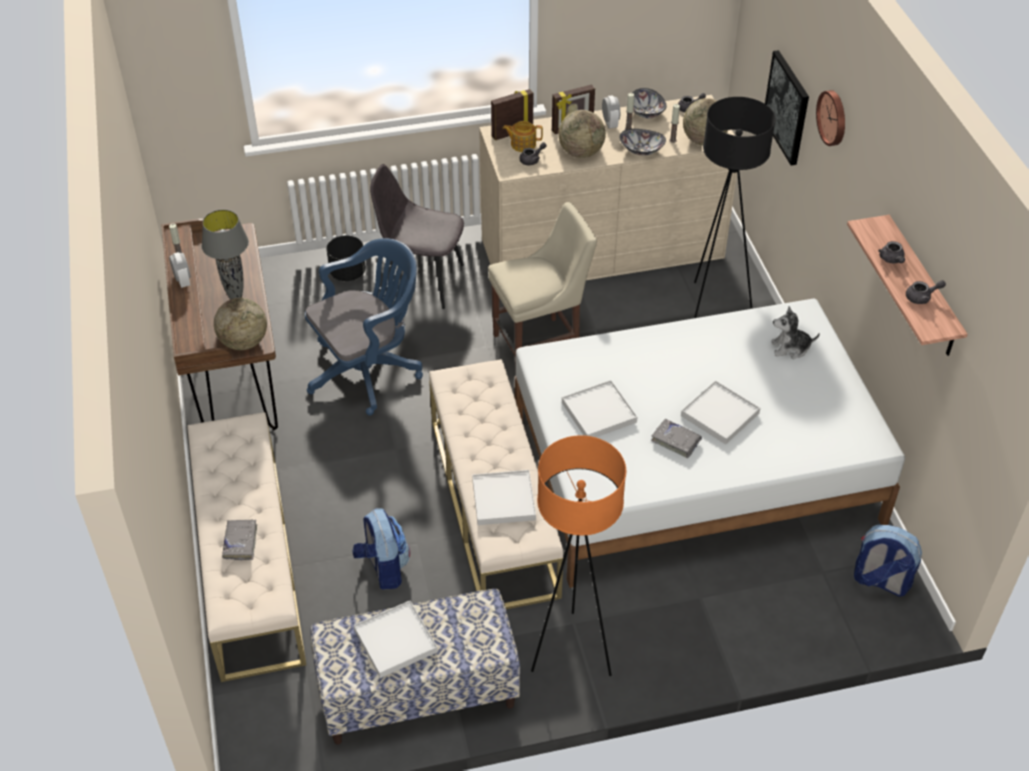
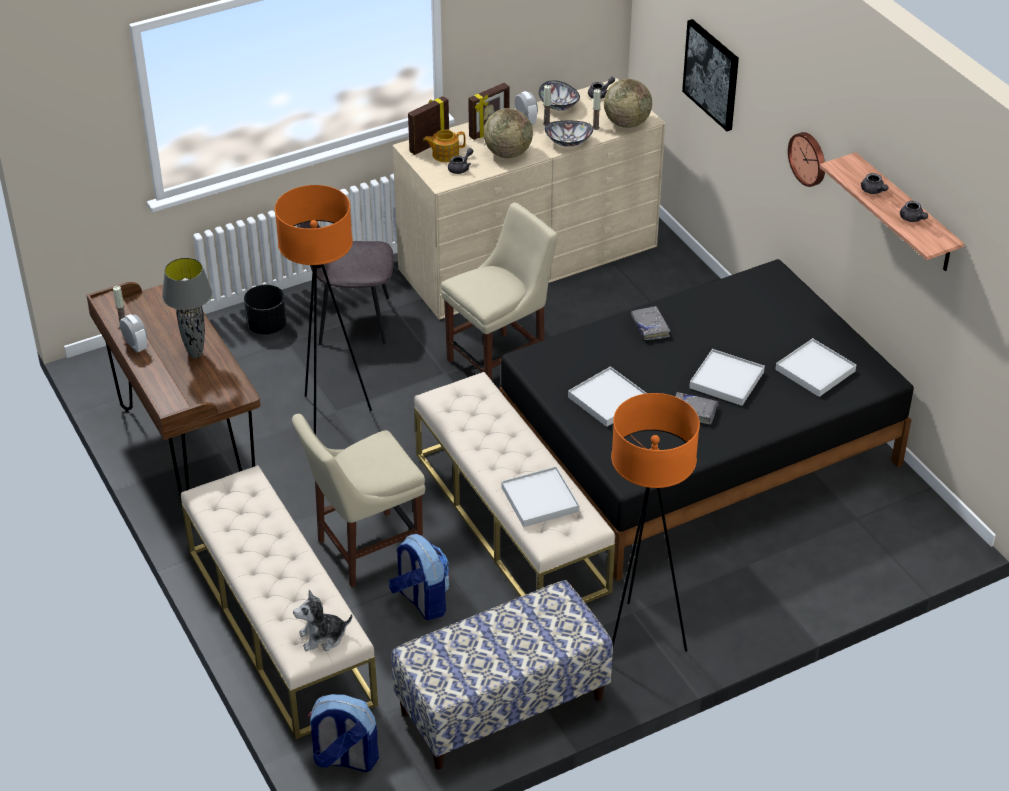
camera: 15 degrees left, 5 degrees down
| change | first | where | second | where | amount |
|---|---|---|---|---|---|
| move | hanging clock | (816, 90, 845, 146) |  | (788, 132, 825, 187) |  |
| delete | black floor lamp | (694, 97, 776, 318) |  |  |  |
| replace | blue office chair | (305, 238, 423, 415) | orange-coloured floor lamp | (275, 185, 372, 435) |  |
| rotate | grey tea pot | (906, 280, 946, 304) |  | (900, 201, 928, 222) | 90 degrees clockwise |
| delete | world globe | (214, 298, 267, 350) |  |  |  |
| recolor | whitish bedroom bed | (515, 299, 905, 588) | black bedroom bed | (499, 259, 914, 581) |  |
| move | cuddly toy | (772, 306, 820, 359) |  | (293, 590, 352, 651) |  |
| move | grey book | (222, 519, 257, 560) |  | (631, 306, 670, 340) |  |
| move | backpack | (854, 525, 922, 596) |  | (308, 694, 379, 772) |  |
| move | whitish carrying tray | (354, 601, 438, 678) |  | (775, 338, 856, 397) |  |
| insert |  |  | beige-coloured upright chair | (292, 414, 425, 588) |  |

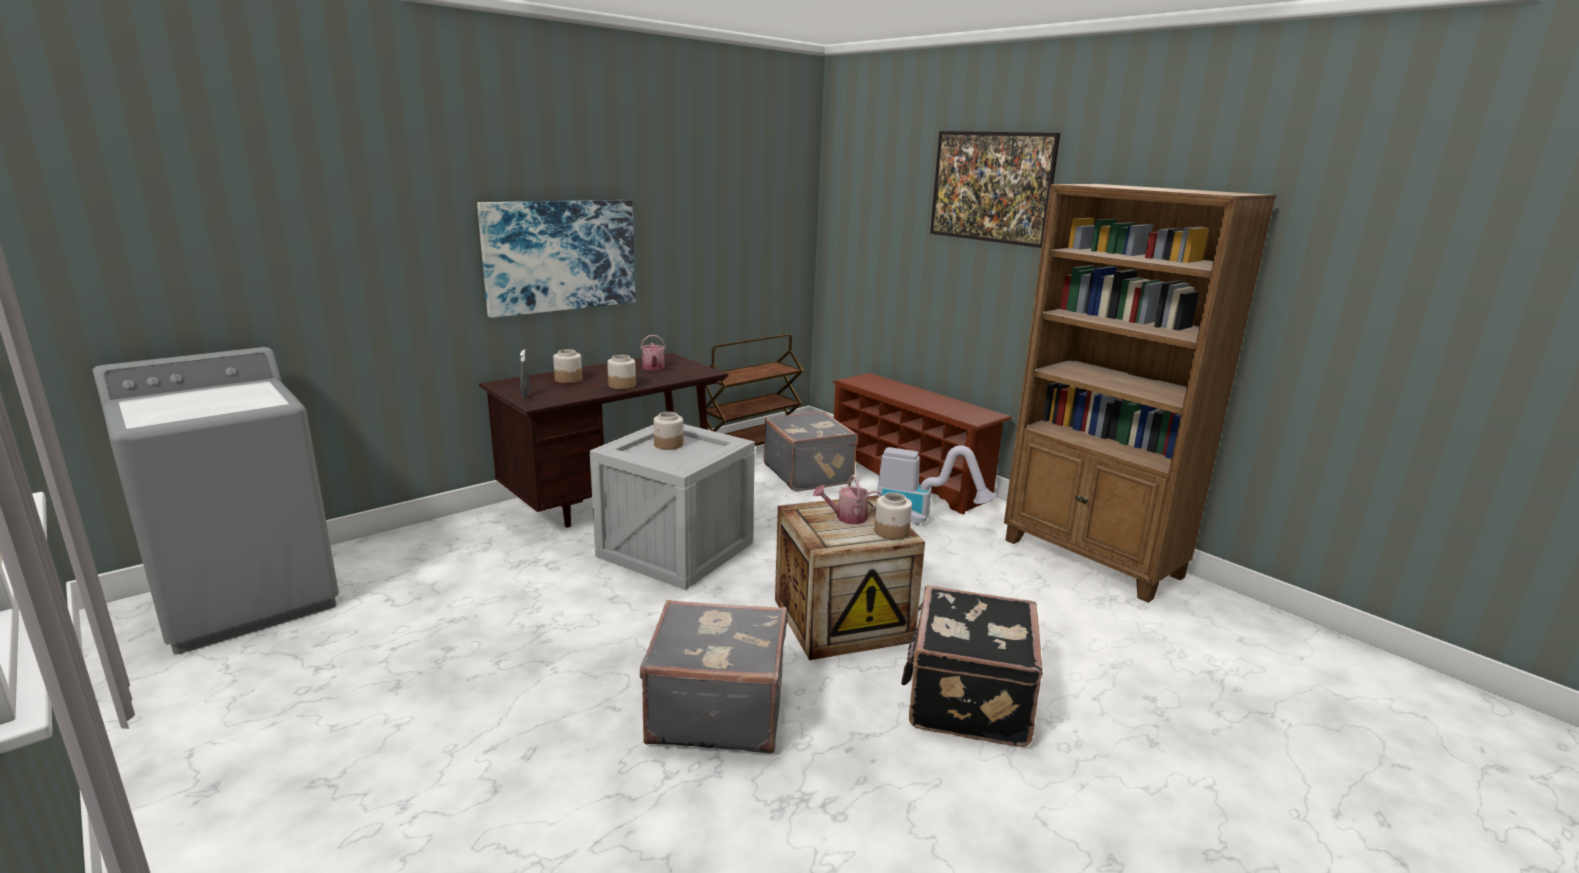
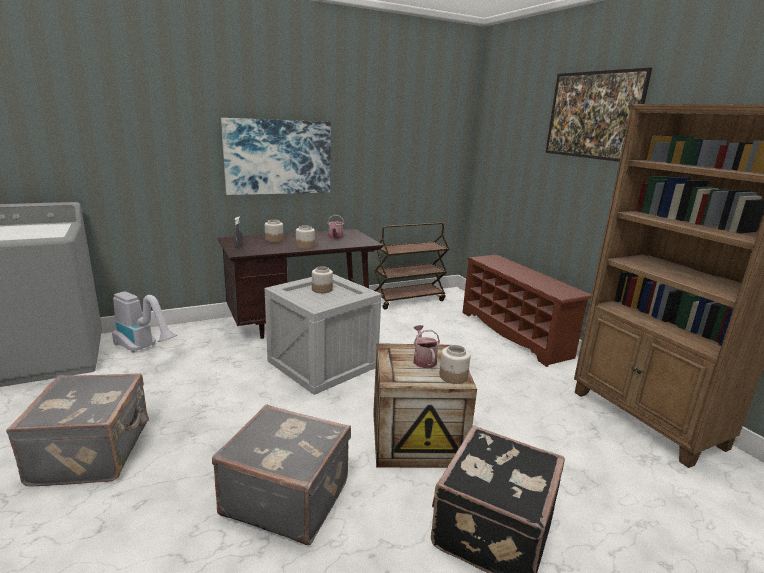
camera: 15 degrees right, 0 degrees up
| change | first | where | second | where | amount |
|---|---|---|---|---|---|
| move | grey piece of luggage | (764, 411, 858, 491) |  | (6, 373, 149, 486) |  |
| move | hoover | (877, 445, 996, 526) |  | (112, 291, 177, 353) |  |
| rotate | sprinkling can | (813, 475, 882, 525) |  | (414, 325, 440, 368) | 75 degrees clockwise |

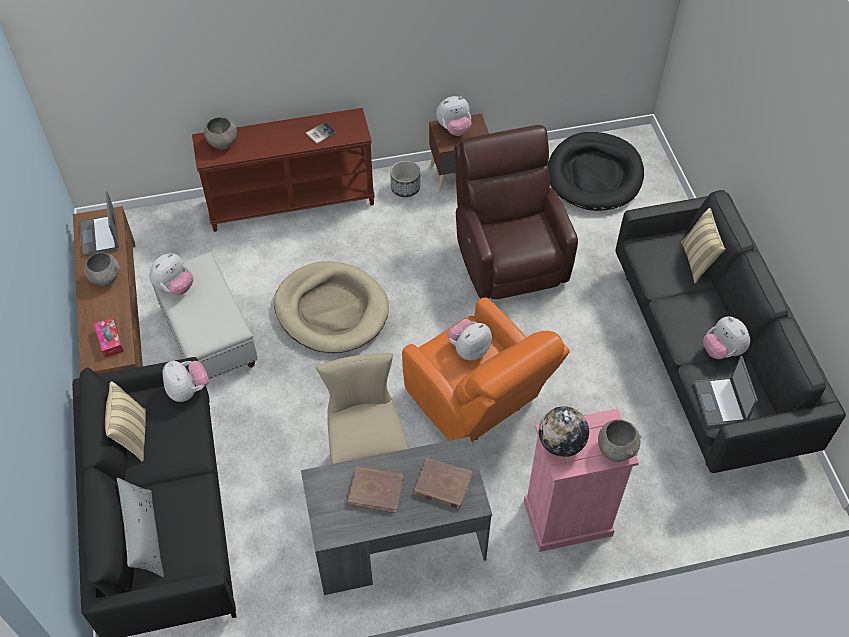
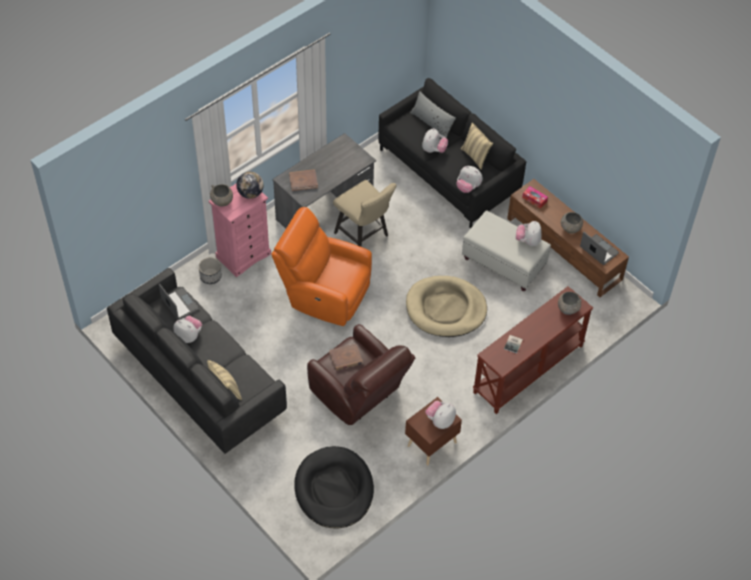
camera: 150 degrees right, 0 degrees up
| change | first | where | second | where | amount |
|---|---|---|---|---|---|
| move | flower pot | (390, 161, 420, 197) |  | (199, 257, 222, 284) |  |
| move | cuddly toy | (447, 319, 492, 360) |  | (422, 128, 448, 153) |  |
| move | brown book | (348, 467, 403, 513) |  | (329, 343, 363, 371) |  |

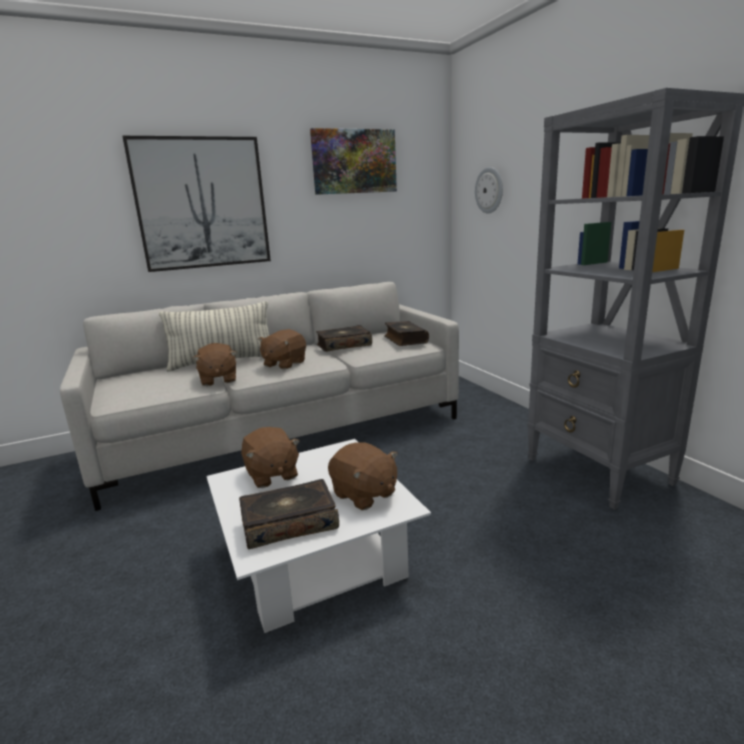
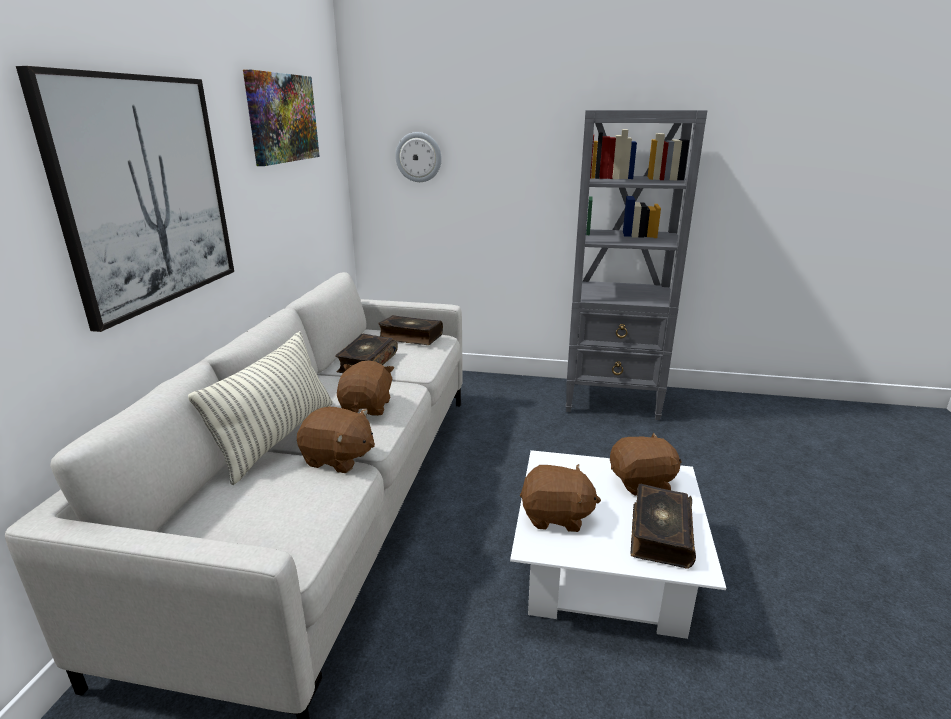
camera: 55 degrees left, 5 degrees up
| change | first | where | second | where | amount |
|---|---|---|---|---|---|
| rotate | brown cuddly toy | (258, 329, 306, 369) |  | (337, 361, 394, 416) | 150 degrees counterclockwise |

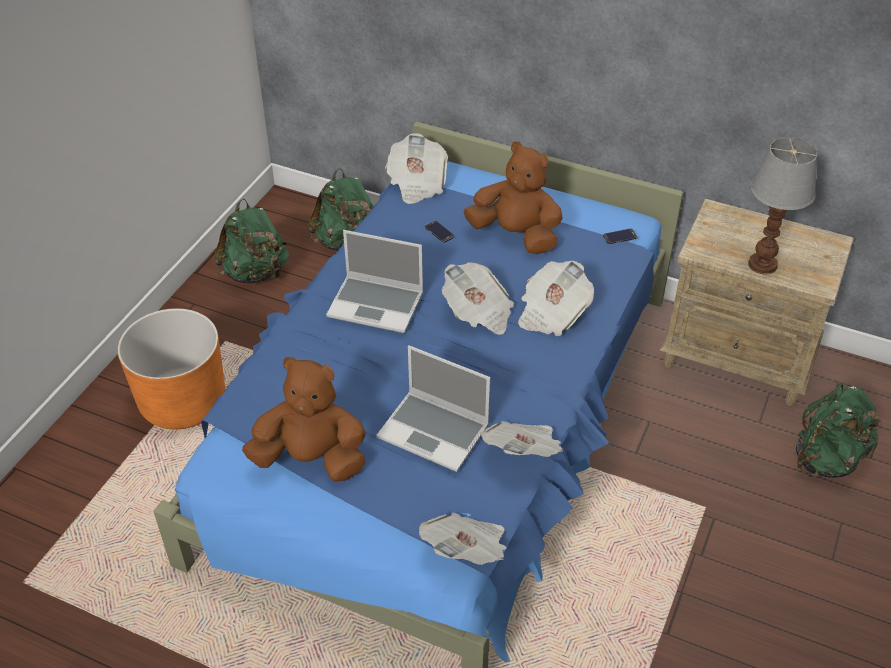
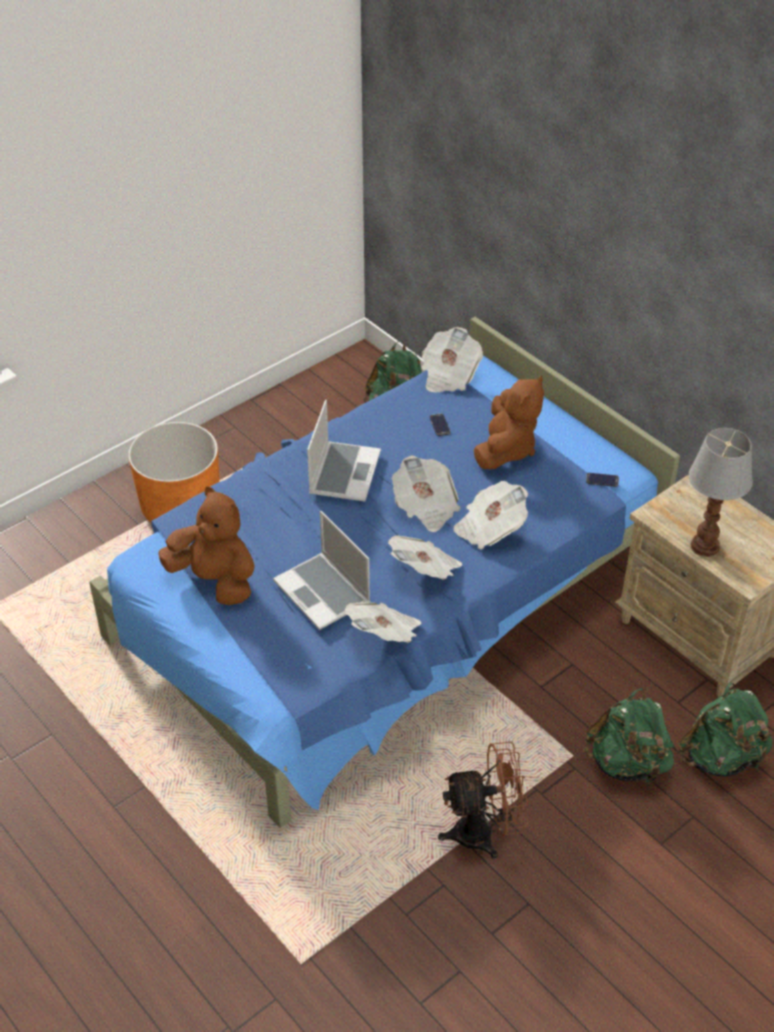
camera: 25 degrees right, 0 degrees up
| change | first | where | second | where | amount |
|---|---|---|---|---|---|
| rotate | brown cuddly toy | (463, 141, 563, 254) |  | (474, 375, 544, 469) | 60 degrees clockwise |
| move | green-coloured backpack | (214, 199, 289, 283) |  | (584, 688, 676, 786) |  |
| rotate | notebook computer | (326, 230, 423, 333) |  | (307, 400, 381, 501) | 120 degrees counterclockwise |
| move | printed paper | (419, 512, 507, 565) |  | (388, 535, 463, 580) |  |
| insert |  |  | brown cooling fan | (438, 742, 528, 860) |  |

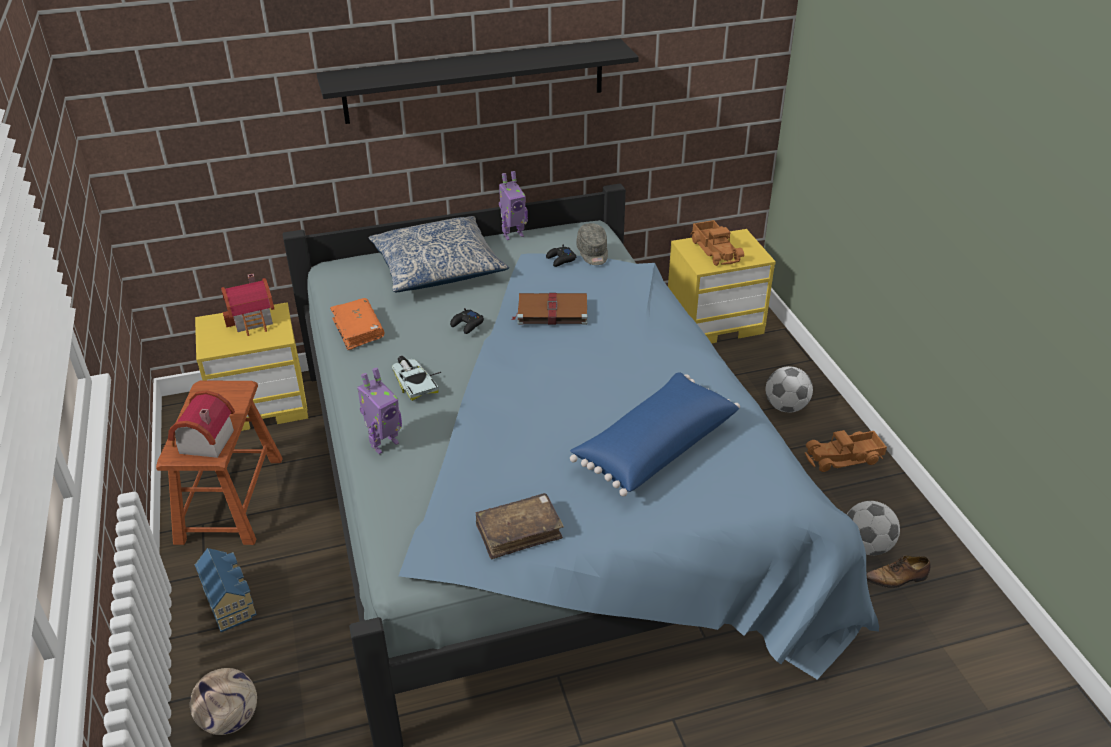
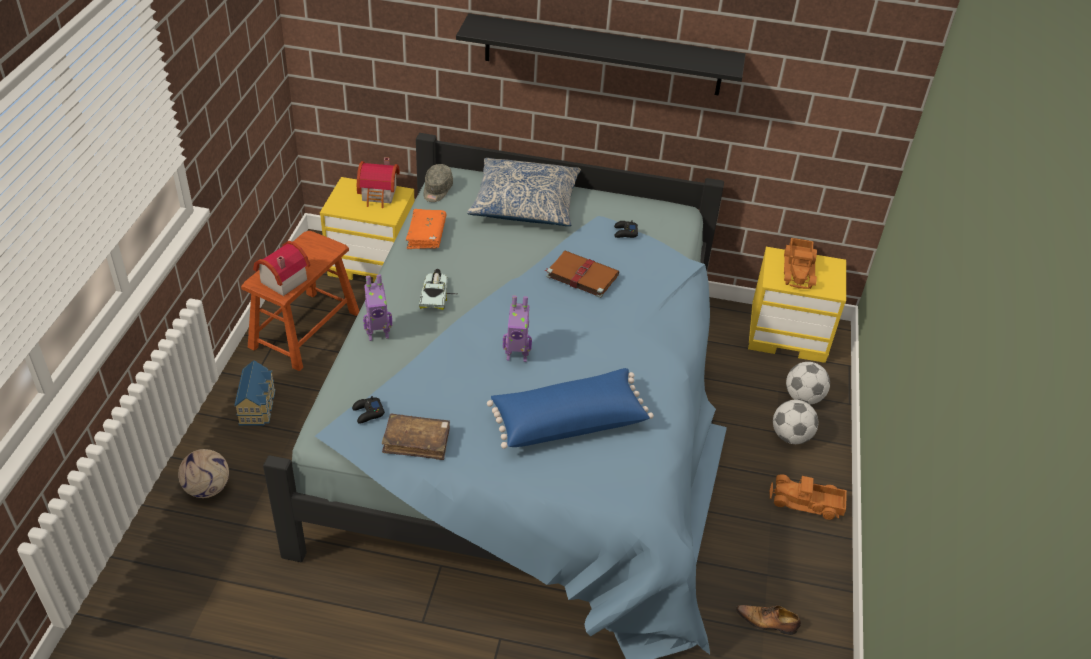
camera: 25 degrees right, 5 degrees up
| change | first | where | second | where | amount |
|---|---|---|---|---|---|
| move | robot figure | (499, 171, 528, 240) |  | (503, 295, 532, 362) |  |
| move | grey cap | (576, 223, 608, 265) |  | (424, 164, 453, 202) |  |
| move | black joypad | (450, 308, 484, 334) |  | (352, 396, 385, 424) |  |
| move | football | (847, 501, 900, 555) |  | (786, 362, 830, 405) |  |

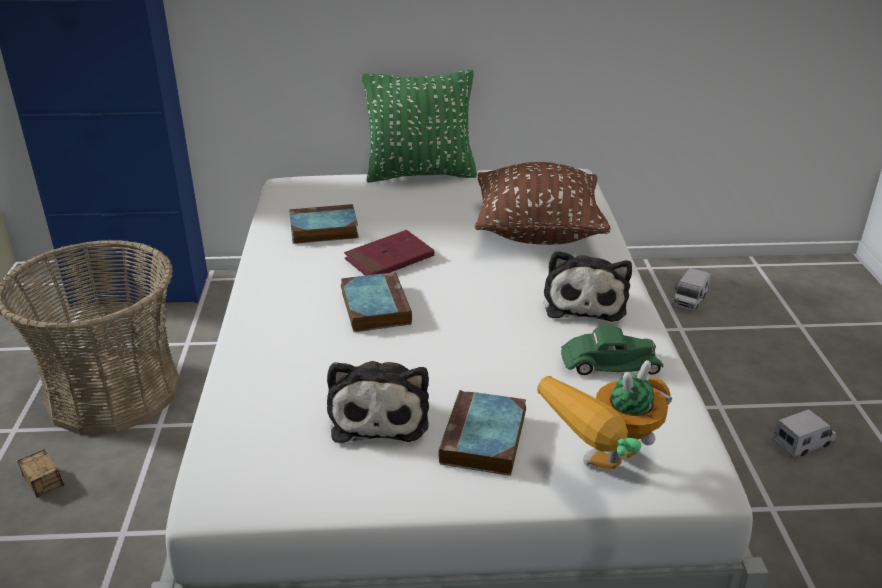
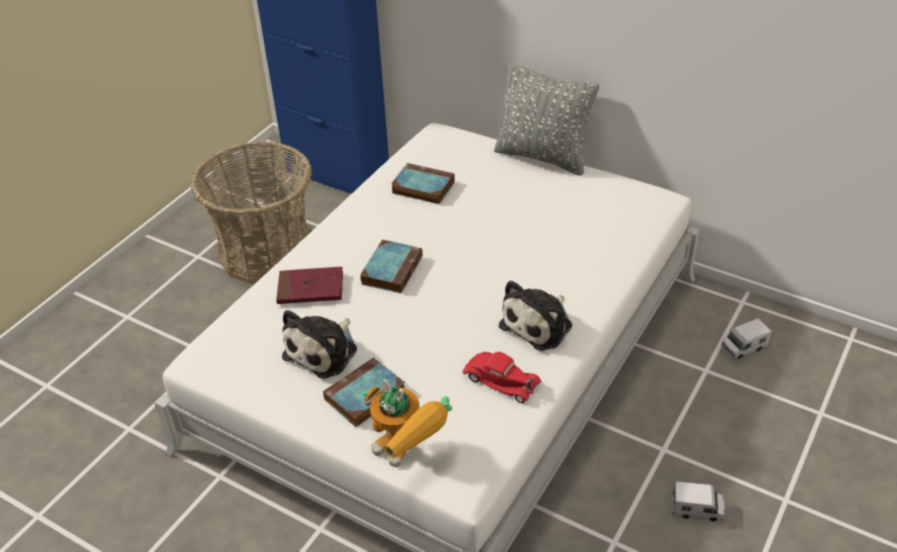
camera: 35 degrees right, 10 degrees up
| change | first | where | second | where | amount |
|---|---|---|---|---|---|
| recolor | green-coloured throw pillow | (362, 70, 477, 183) | grey throw pillow | (494, 63, 599, 176) |  |
| delete | brown throw pillow | (475, 162, 611, 245) |  |  |  |
| move | reddish book | (344, 230, 435, 276) |  | (276, 267, 343, 304) |  |
| recolor | green-coloured toy car | (561, 326, 664, 375) | reddish toy car | (462, 352, 541, 403) |  |
| rotate | robot figure | (537, 360, 672, 469) |  | (363, 379, 452, 467) | 135 degrees counterclockwise |
| delete | storage container | (17, 450, 67, 498) |  |  |  |

